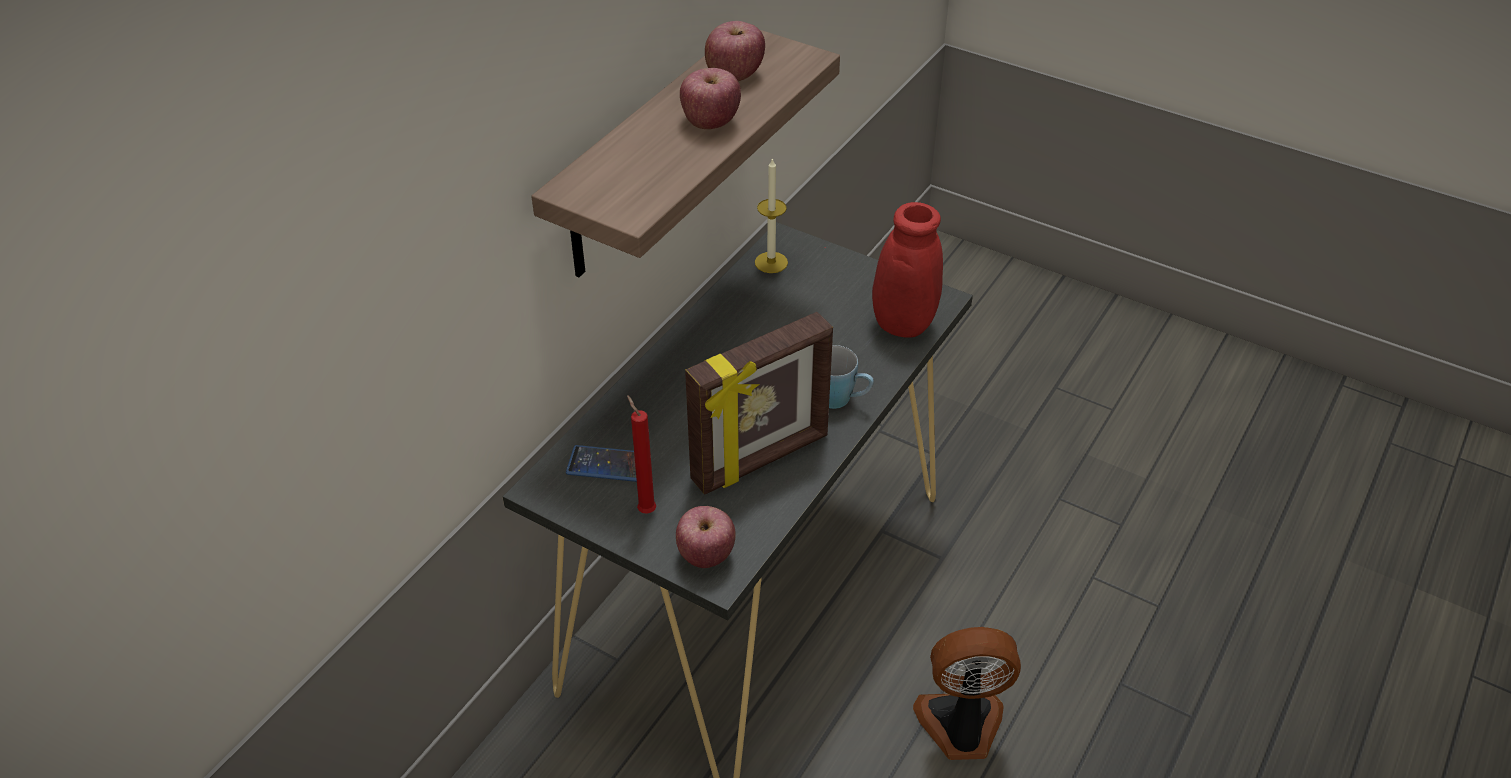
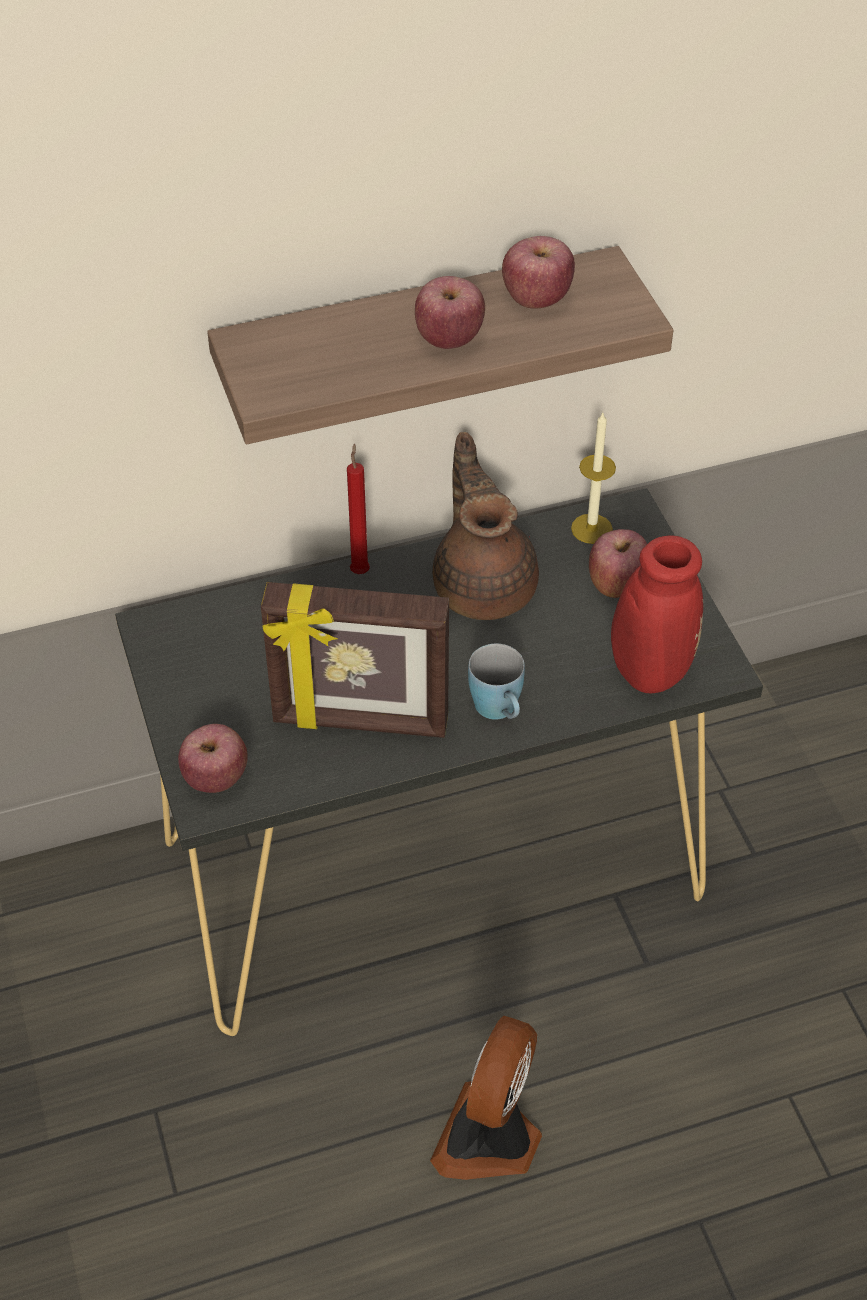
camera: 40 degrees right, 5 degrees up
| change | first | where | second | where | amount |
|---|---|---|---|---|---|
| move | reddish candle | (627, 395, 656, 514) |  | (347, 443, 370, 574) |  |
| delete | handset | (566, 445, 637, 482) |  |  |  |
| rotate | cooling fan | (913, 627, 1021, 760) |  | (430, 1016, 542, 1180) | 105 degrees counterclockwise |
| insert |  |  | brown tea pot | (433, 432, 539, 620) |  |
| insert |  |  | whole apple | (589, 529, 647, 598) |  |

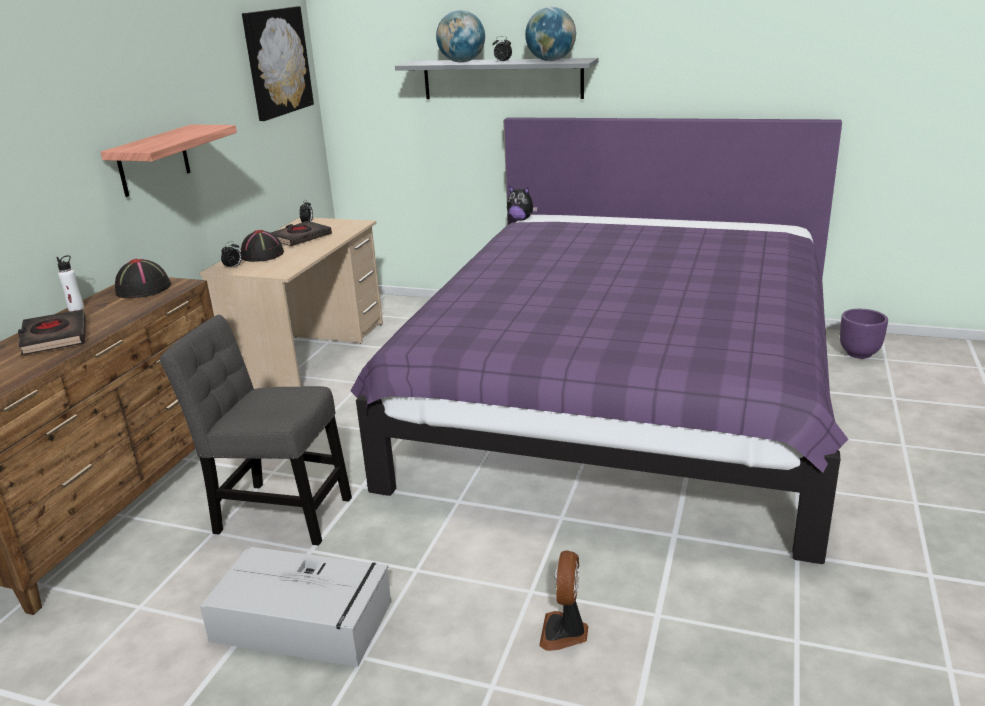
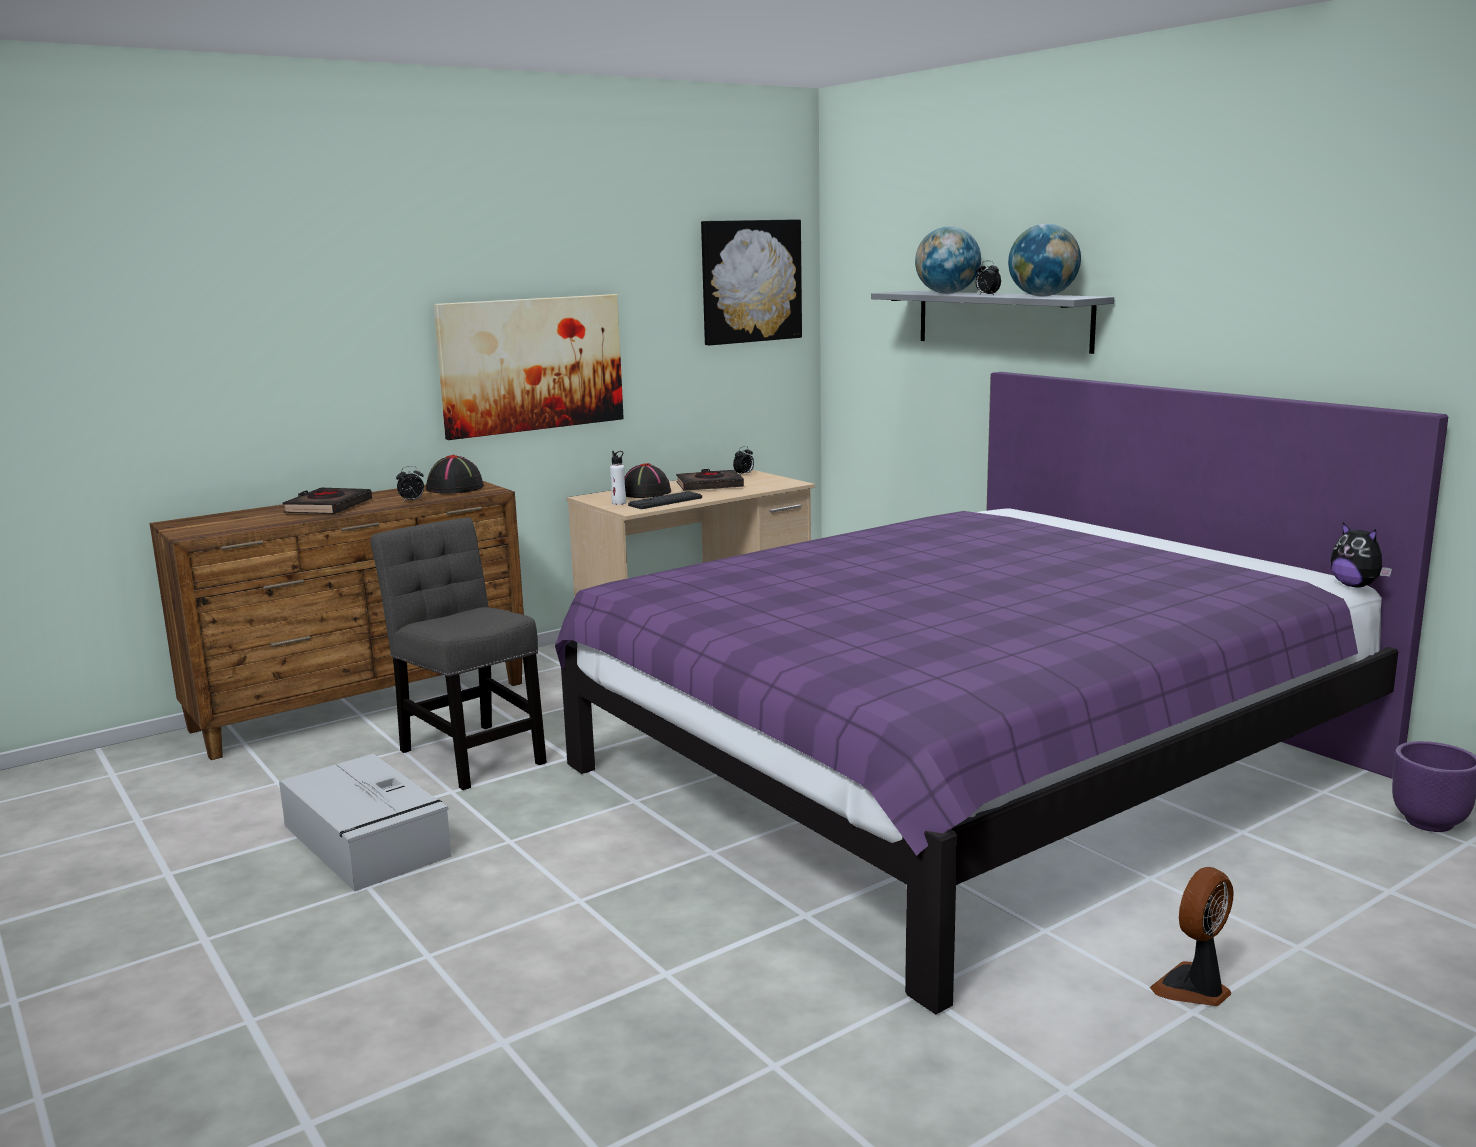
camera: 35 degrees right, 10 degrees down
| change | first | where | second | where | amount |
|---|---|---|---|---|---|
| replace | bracket shelf | (101, 124, 237, 197) | wall art | (434, 294, 624, 440) |  |
| move | cuddly toy | (507, 186, 538, 221) |  | (1330, 523, 1392, 587) |  |
| move | alarm clock | (221, 241, 242, 270) |  | (396, 466, 424, 501) |  |
| move | whitish drink bottle | (56, 255, 84, 312) |  | (610, 451, 626, 505) |  |
| move | cooling fan | (539, 550, 588, 651) |  | (1150, 867, 1234, 1006) |  |
| insert |  |  | computer keyboard | (628, 491, 702, 509) |  |

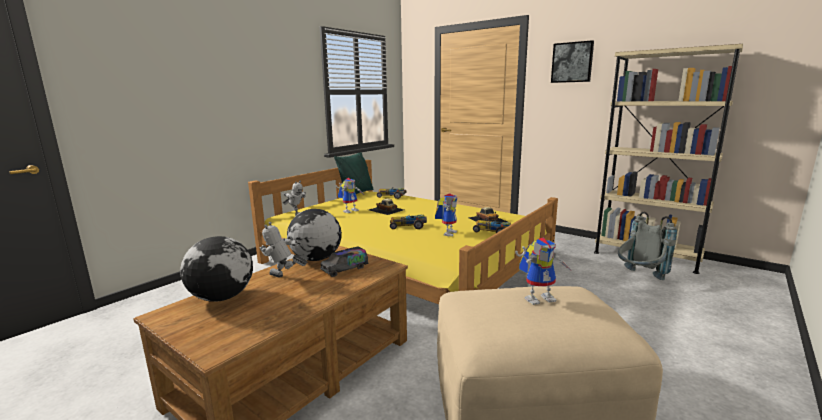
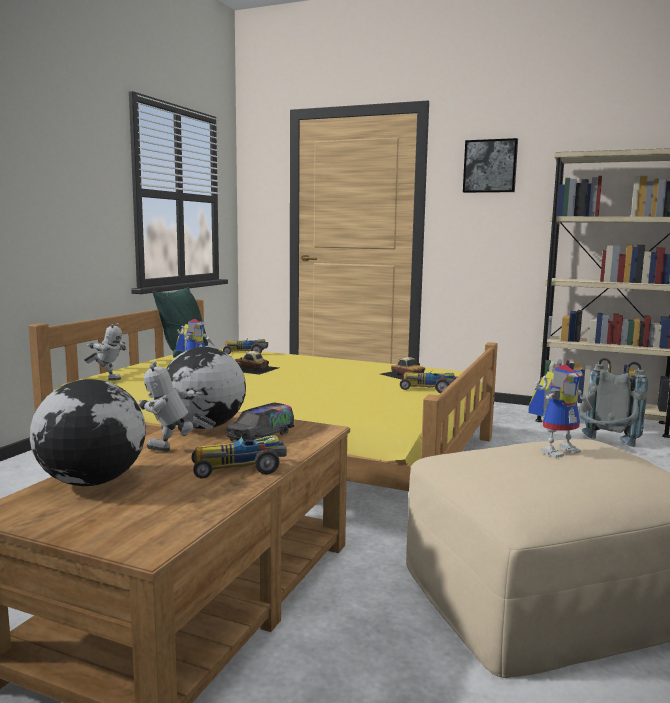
camera: 15 degrees left, 5 degrees down
| change | first | where | second | where | amount |
|---|---|---|---|---|---|
| delete | robot figure | (435, 194, 458, 237) |  |  |  |
| move | toy car | (390, 214, 427, 229) |  | (192, 436, 287, 479) |  |

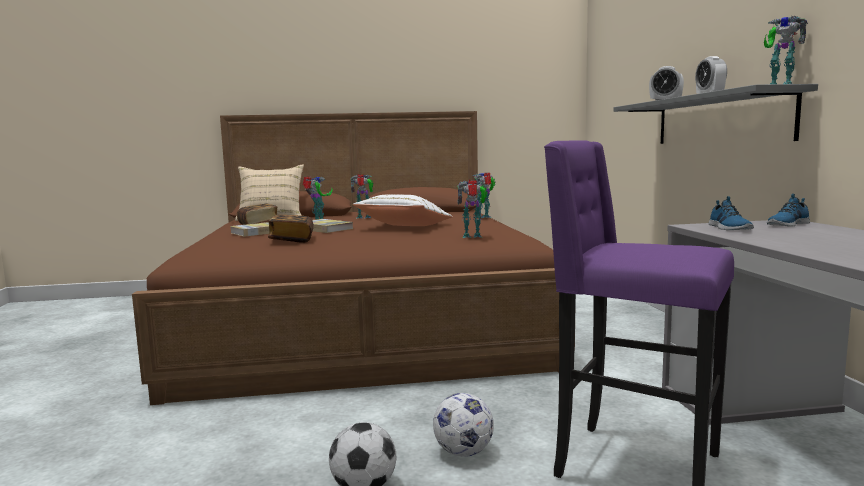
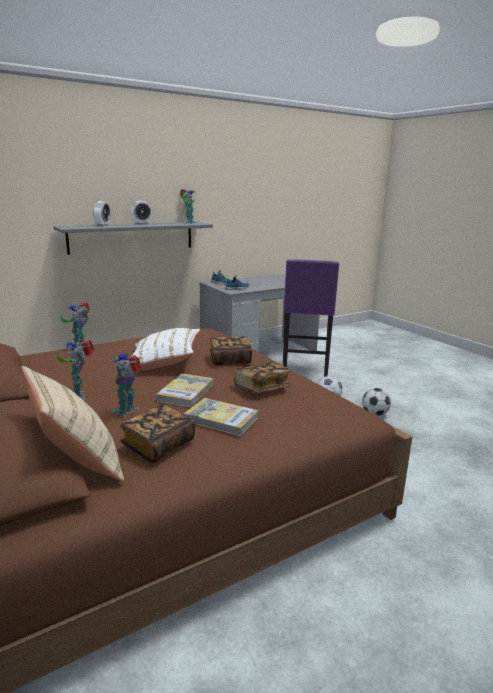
camera: 115 degrees left, 10 degrees up
| change | first | where | second | where | amount |
|---|---|---|---|---|---|
| delete | robot figure | (457, 180, 488, 238) |  |  |  |
| insert |  |  | book | (210, 336, 253, 365) |  |

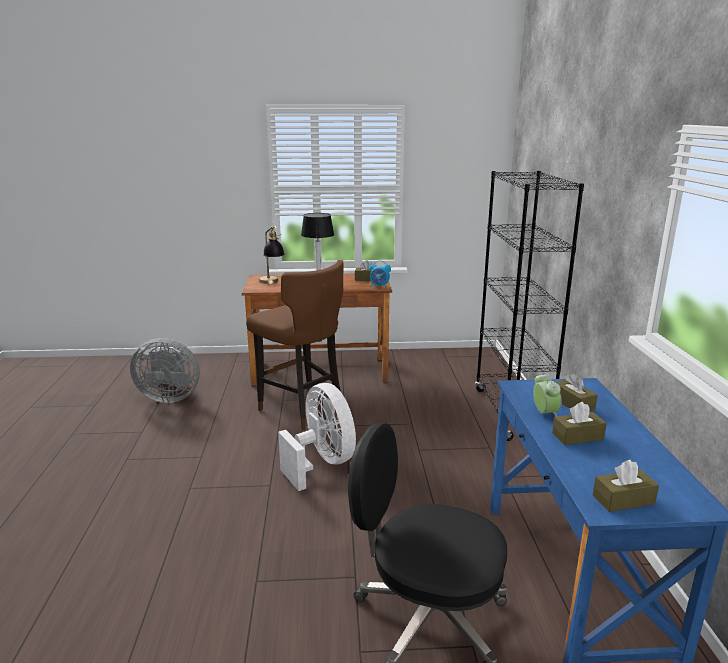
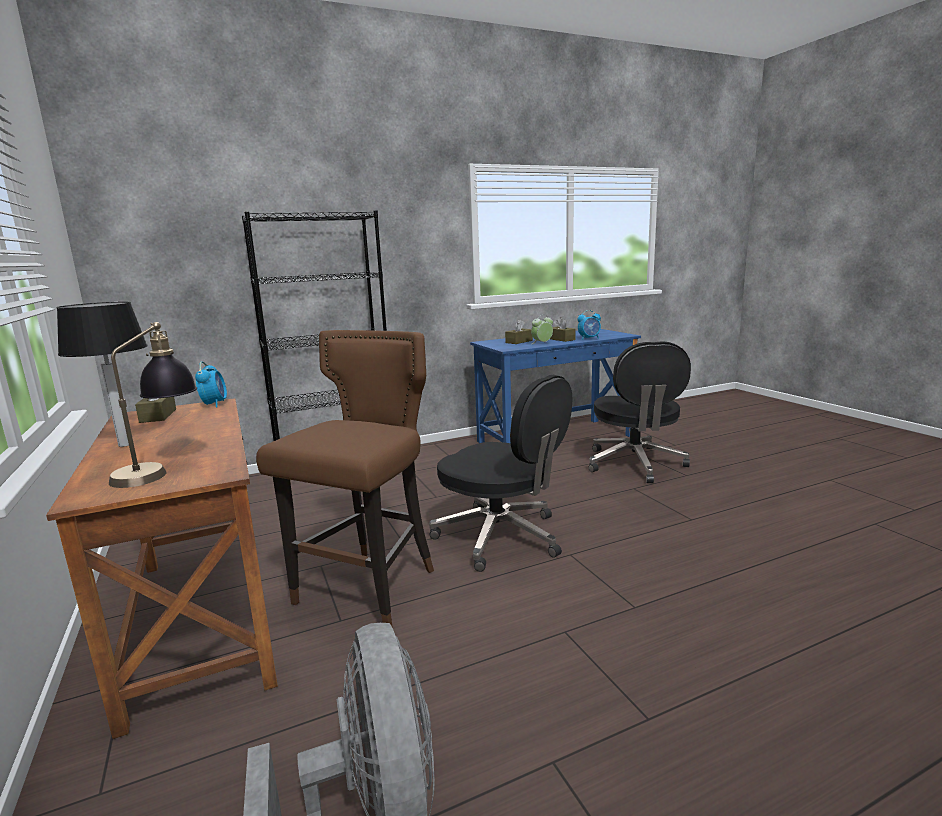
camera: 110 degrees left, 5 degrees down
| change | first | where | second | where | amount |
|---|---|---|---|---|---|
| replace | whitish cooling fan | (278, 383, 356, 491) | black office chair | (429, 375, 572, 572) |  |
| delete | brown tissue holder | (593, 460, 659, 512) |  |  |  |
| insert |  |  | alarm clock | (578, 310, 601, 340) |  |

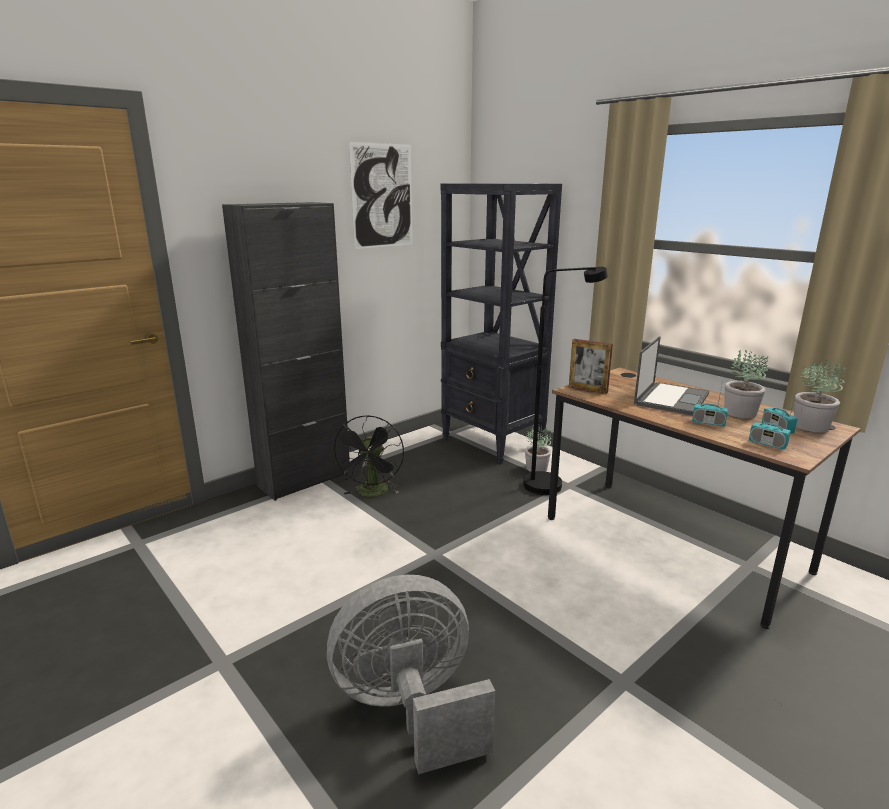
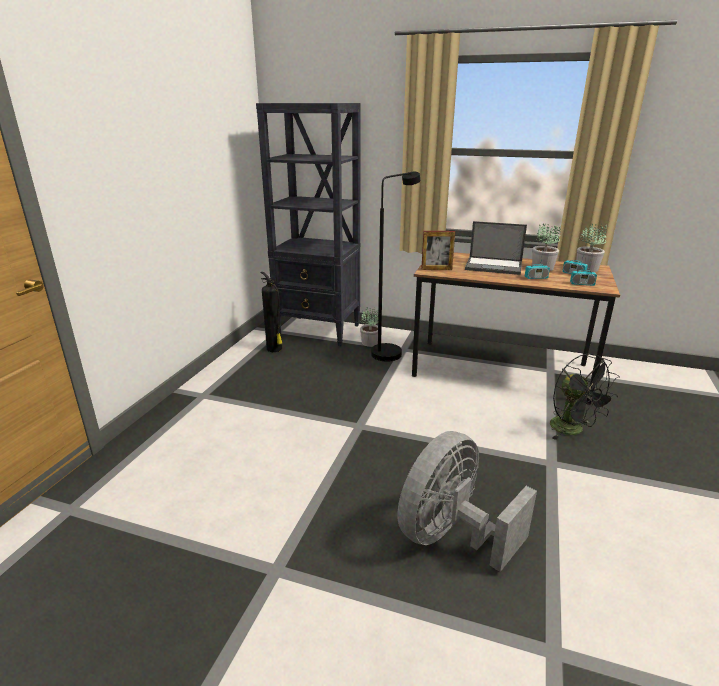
camera: 30 degrees left, 5 degrees up
| change | first | where | second | where | amount |
|---|---|---|---|---|---|
| delete | wall art | (349, 142, 412, 249) |  |  |  |
| delete | black storage cabinet | (222, 202, 350, 501) |  |  |  |
| rotate | notebook computer | (634, 336, 709, 416) |  | (465, 221, 527, 275) | 105 degrees clockwise |
| move | black cooling fan | (333, 415, 404, 497) |  | (550, 353, 620, 440) |  |
| insert |  |  | fire extinguisher | (260, 272, 283, 352) |  |

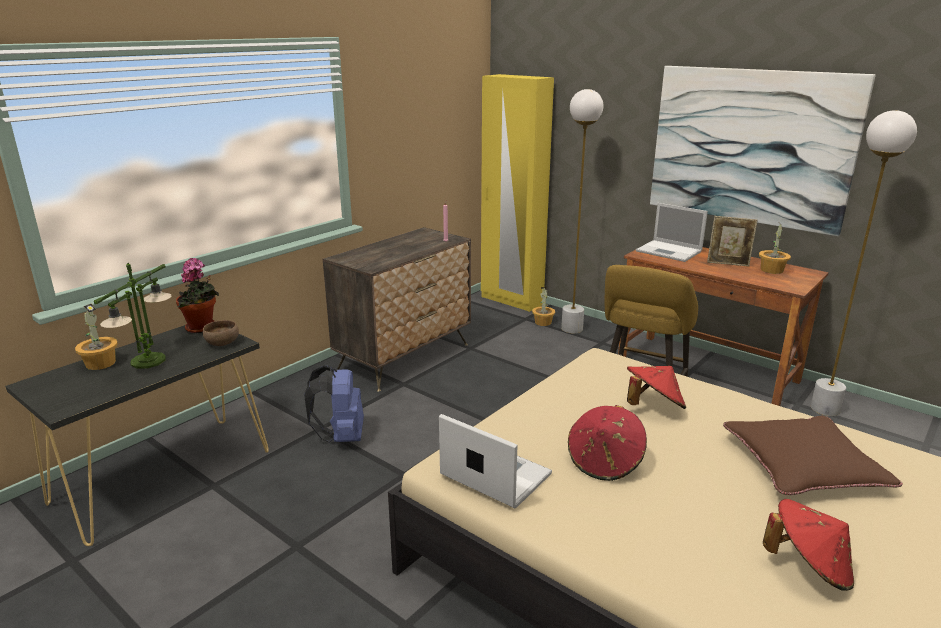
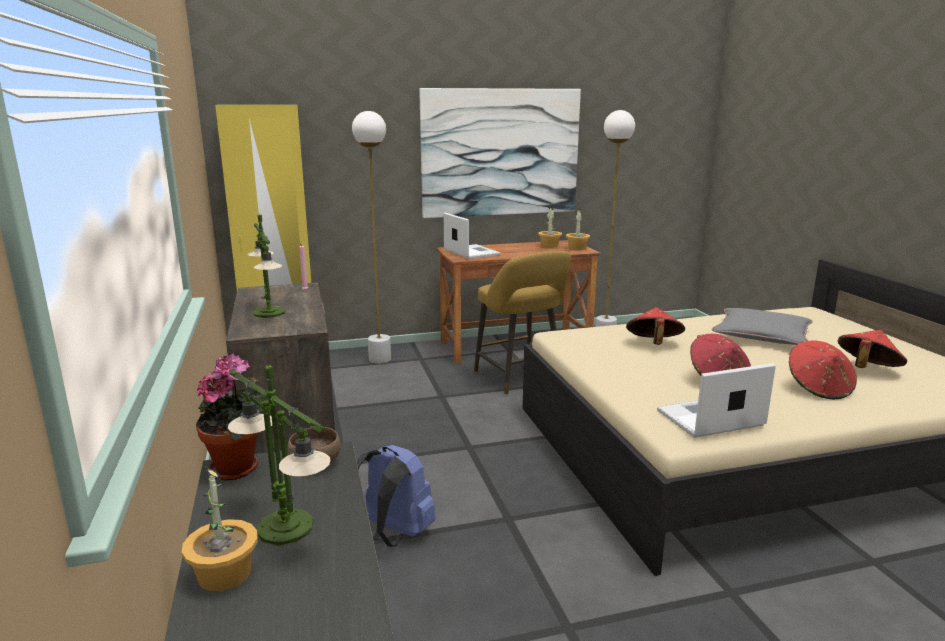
camera: 55 degrees left, 5 degrees down
| change | first | where | second | where | amount |
|---|---|---|---|---|---|
| rotate | notebook computer | (636, 203, 708, 262) |  | (443, 213, 500, 259) | 105 degrees counterclockwise |
| delete | photo frame | (707, 216, 758, 267) |  |  |  |
| move | houseplant | (532, 287, 555, 326) |  | (566, 208, 590, 250) |  |
| recolor | brown throw pillow | (723, 416, 903, 495) | grey throw pillow | (712, 308, 813, 345) |  |
| insert |  |  | tabletop lamp | (247, 213, 286, 318) |  |
| insert |  |  | reddish clothing hat | (789, 341, 857, 399) |  |

